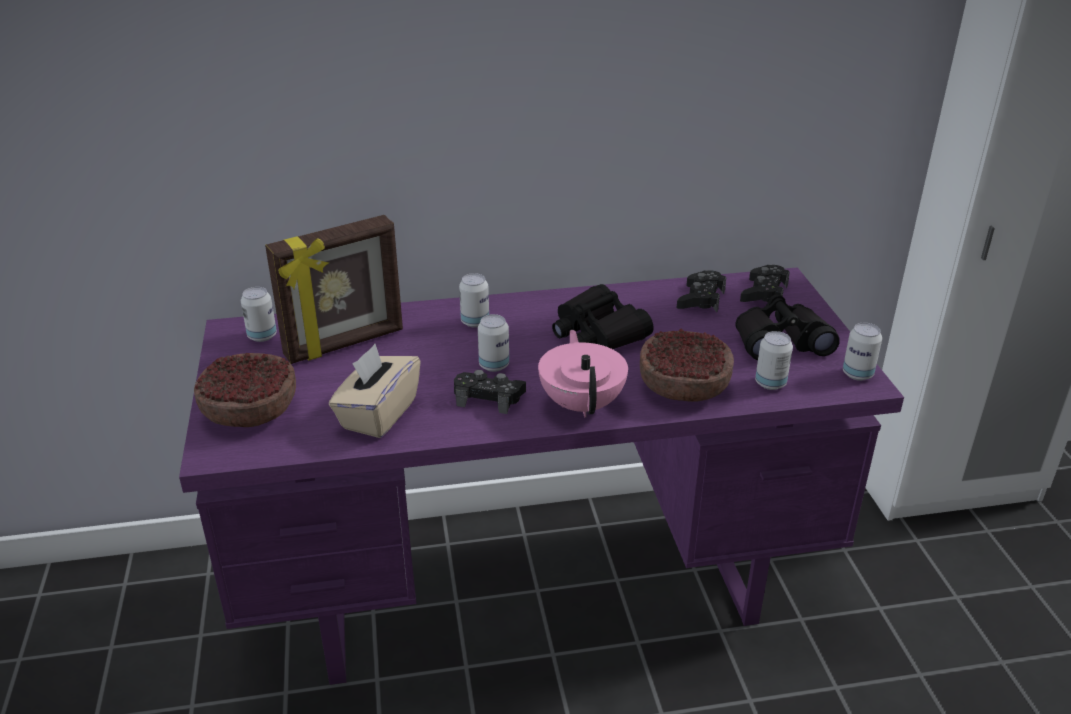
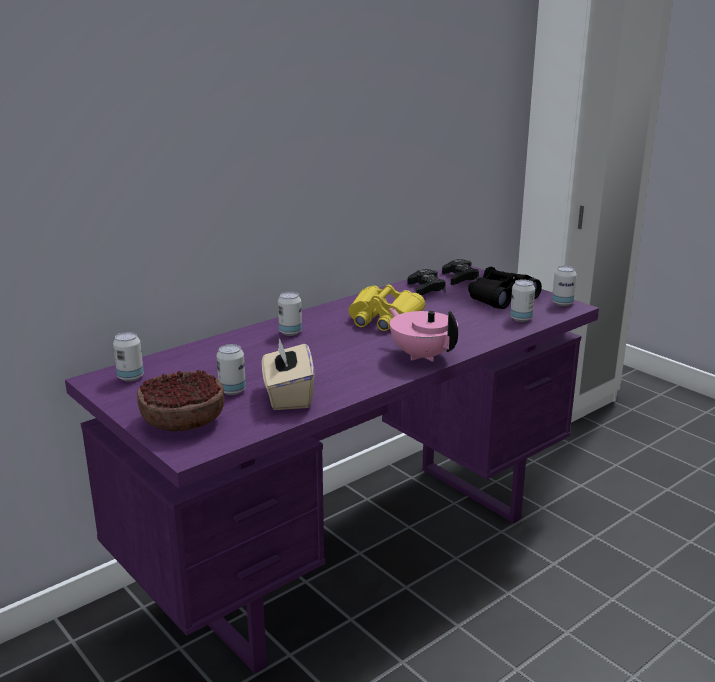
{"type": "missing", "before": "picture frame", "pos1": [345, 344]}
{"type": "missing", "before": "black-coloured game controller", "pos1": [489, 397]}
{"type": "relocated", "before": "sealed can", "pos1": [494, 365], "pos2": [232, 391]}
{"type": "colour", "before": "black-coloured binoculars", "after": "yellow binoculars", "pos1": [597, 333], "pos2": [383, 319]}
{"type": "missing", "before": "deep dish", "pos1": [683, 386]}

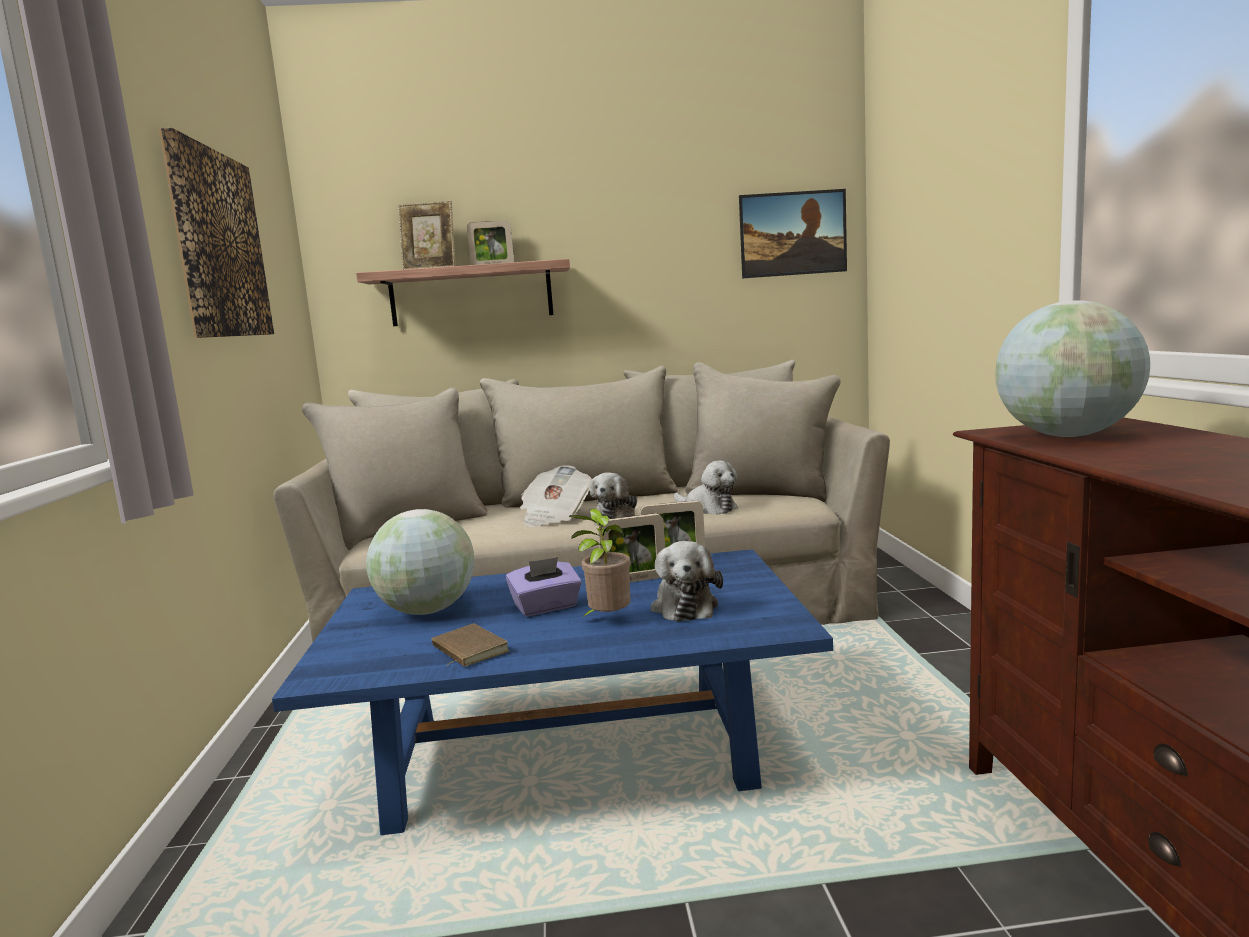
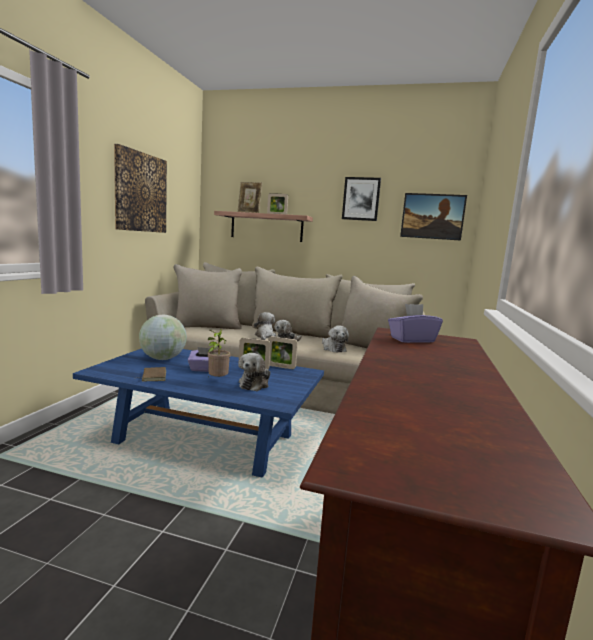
{"type": "exchanged", "before": "newspaper", "after": "plush toy", "pos1": [554, 517], "pos2": [264, 336]}
{"type": "exchanged", "before": "desk globe", "after": "purple-coloured tissue holder", "pos1": [1067, 436], "pos2": [412, 340]}
{"type": "appeared", "after": "picture", "pos2": [361, 199]}

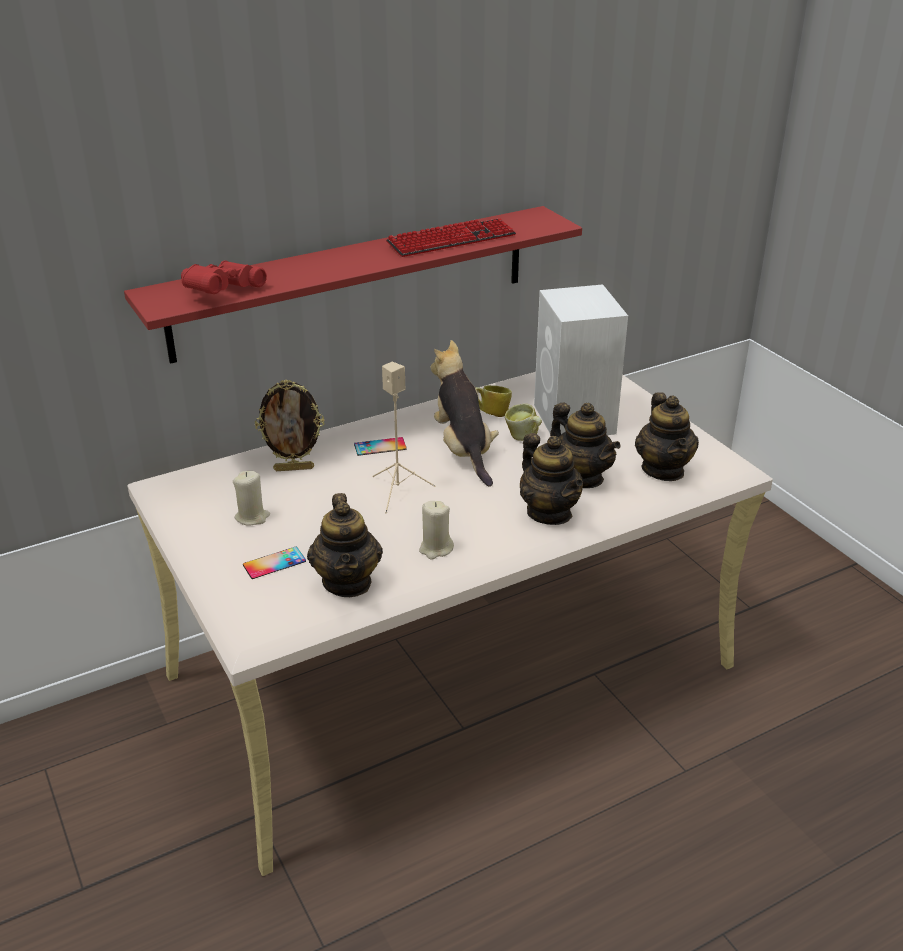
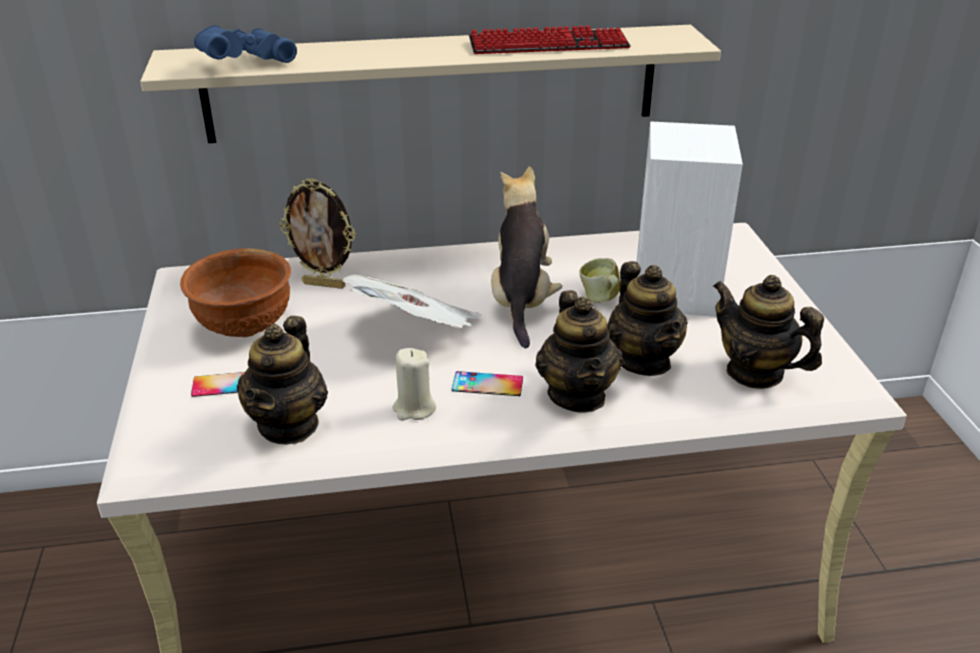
{"type": "colour", "before": "red wall shelf", "after": "beige-coloured wall shelf", "pos1": [353, 282], "pos2": [433, 83]}
{"type": "colour", "before": "red binoculars", "after": "bluish binoculars", "pos1": [221, 292], "pos2": [244, 64]}
{"type": "exchanged", "before": "beige-coloured wax candle", "after": "brownish deep dish", "pos1": [252, 517], "pos2": [243, 328]}
{"type": "relocated", "before": "phone", "pos1": [380, 447], "pos2": [487, 384]}
{"type": "exchanged", "before": "beige-coloured audio speaker", "after": "newspaper", "pos1": [398, 491], "pos2": [418, 332]}
{"type": "missing", "before": "coffee mug", "pos1": [491, 414]}
{"type": "spun", "before": "pot for tea", "pos1": [663, 470], "pos2": [755, 372], "turn": 120}

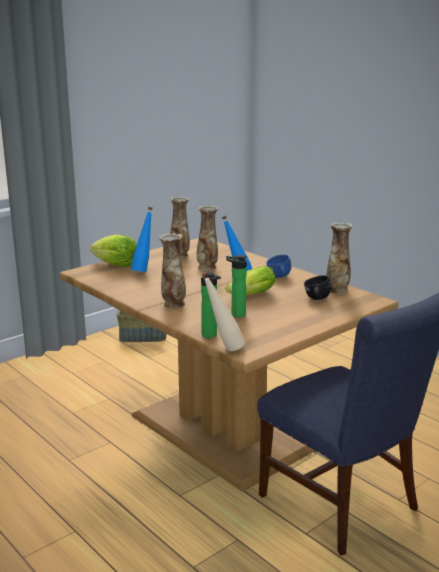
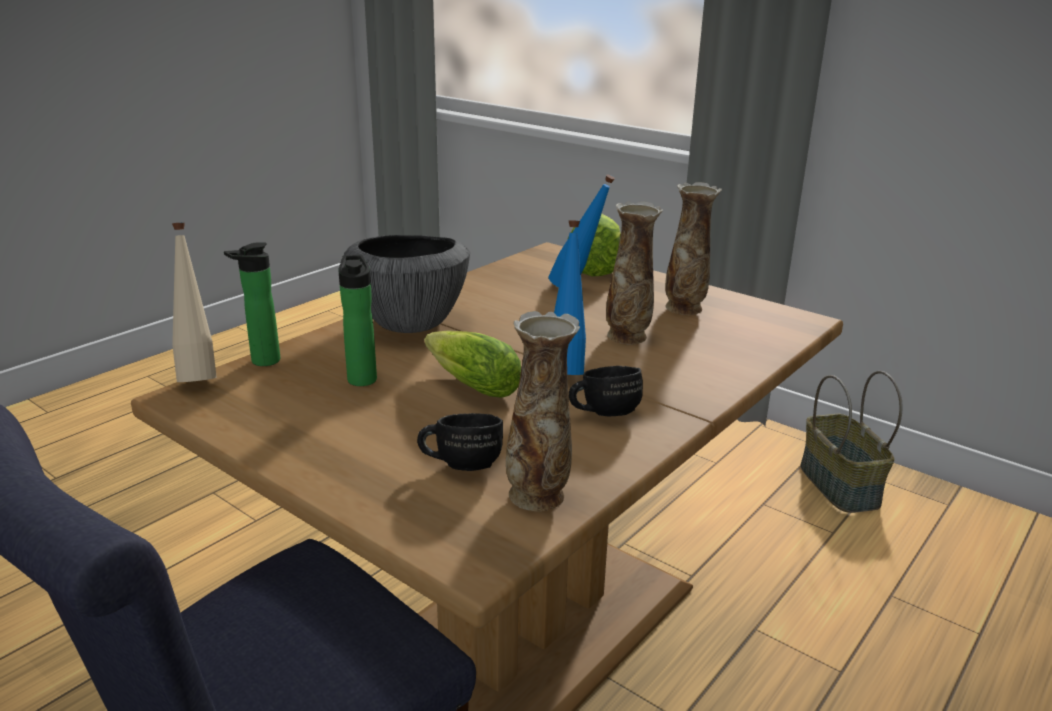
{"type": "exchanged", "before": "flower vase", "after": "deep dish", "pos1": [173, 304], "pos2": [410, 323]}
{"type": "colour", "before": "bluish coffee mug", "after": "black-coloured coffee mug", "pos1": [278, 277], "pos2": [602, 413]}

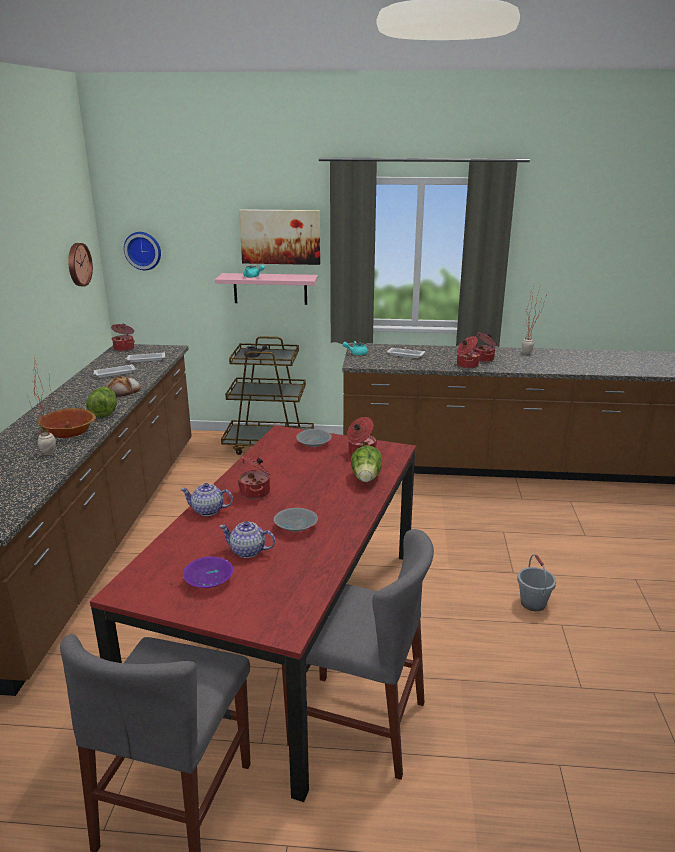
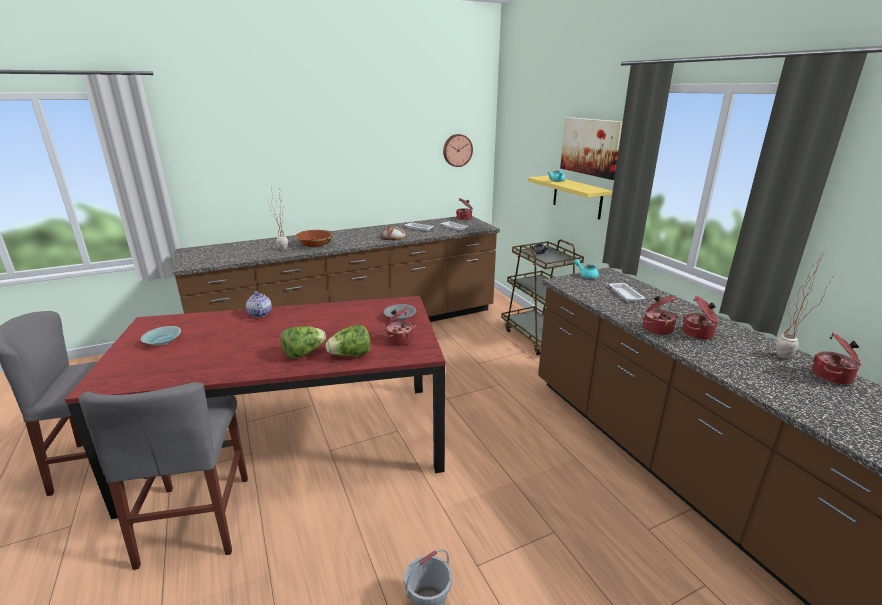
{"type": "relocated", "before": "lettuce", "pos1": [104, 412], "pos2": [303, 353]}
{"type": "missing", "before": "clock on the wall", "pos1": [143, 250]}
{"type": "colour", "before": "purple-coloured deep dish", "after": "blue-green deep dish", "pos1": [210, 580], "pos2": [163, 342]}
{"type": "colour", "before": "pink wall shelf", "after": "yellow wall shelf", "pos1": [270, 288], "pos2": [577, 197]}
{"type": "missing", "before": "pot for tea", "pos1": [248, 551]}
{"type": "relocated", "before": "stockpot", "pos1": [256, 492], "pos2": [832, 377]}
{"type": "missing", "before": "gray deep dish", "pos1": [294, 526]}

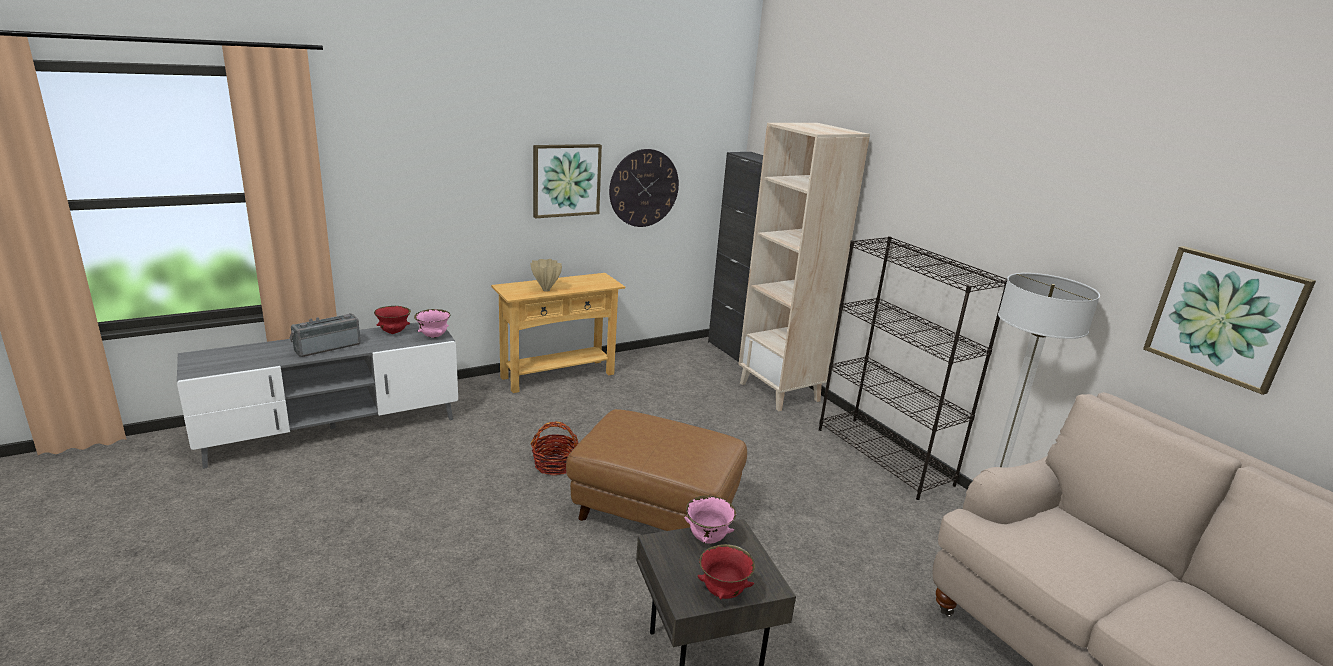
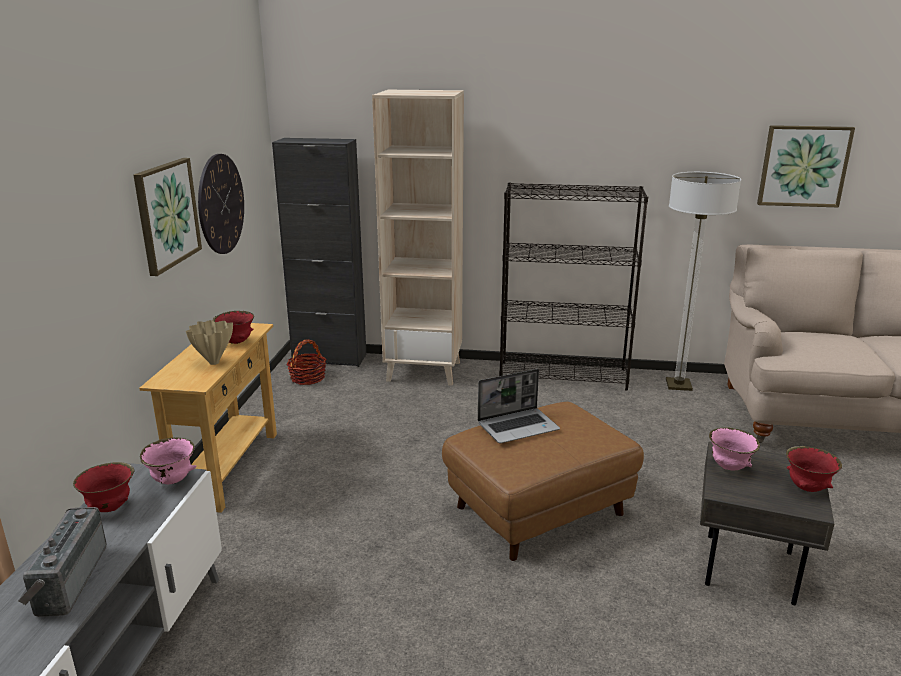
{"type": "relocated", "before": "household basket", "pos1": [555, 465], "pos2": [308, 378]}
{"type": "appeared", "after": "red deep dish", "pos2": [236, 342]}
{"type": "appeared", "after": "portable computer", "pos2": [518, 426]}

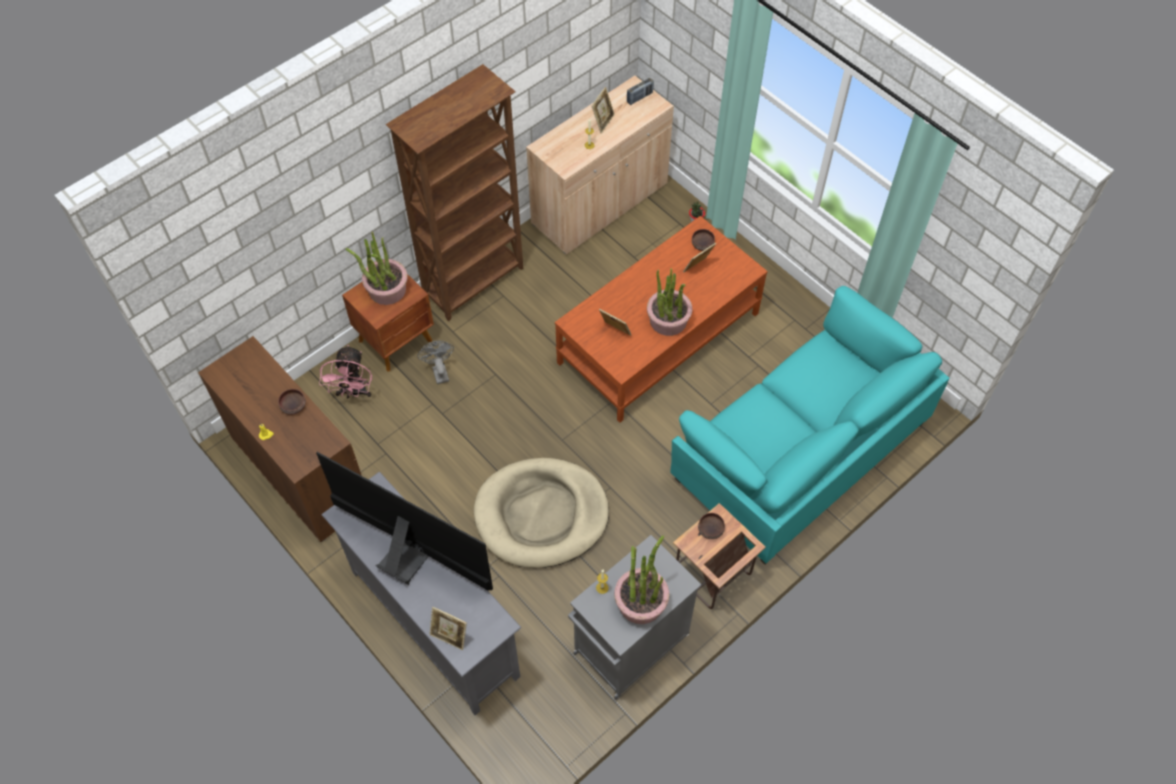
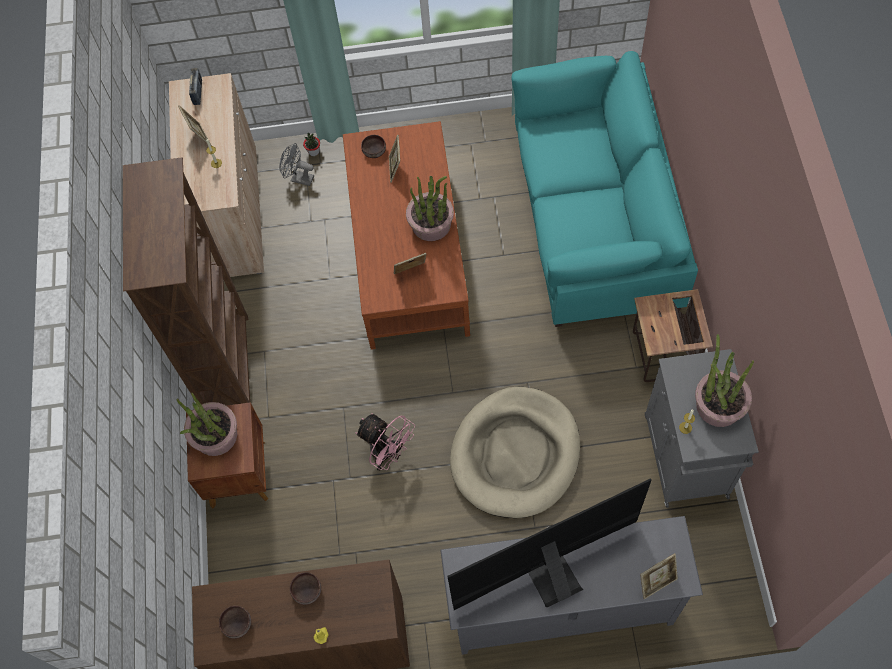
{"type": "relocated", "before": "pink fan", "pos1": [353, 392], "pos2": [387, 453]}
{"type": "relocated", "before": "gray fan", "pos1": [439, 371], "pos2": [298, 178]}
{"type": "relocated", "before": "brownish deep dish", "pos1": [710, 529], "pos2": [236, 624]}

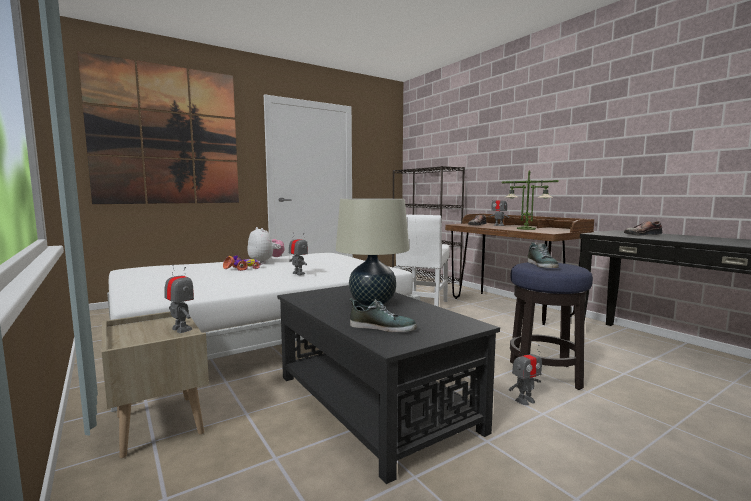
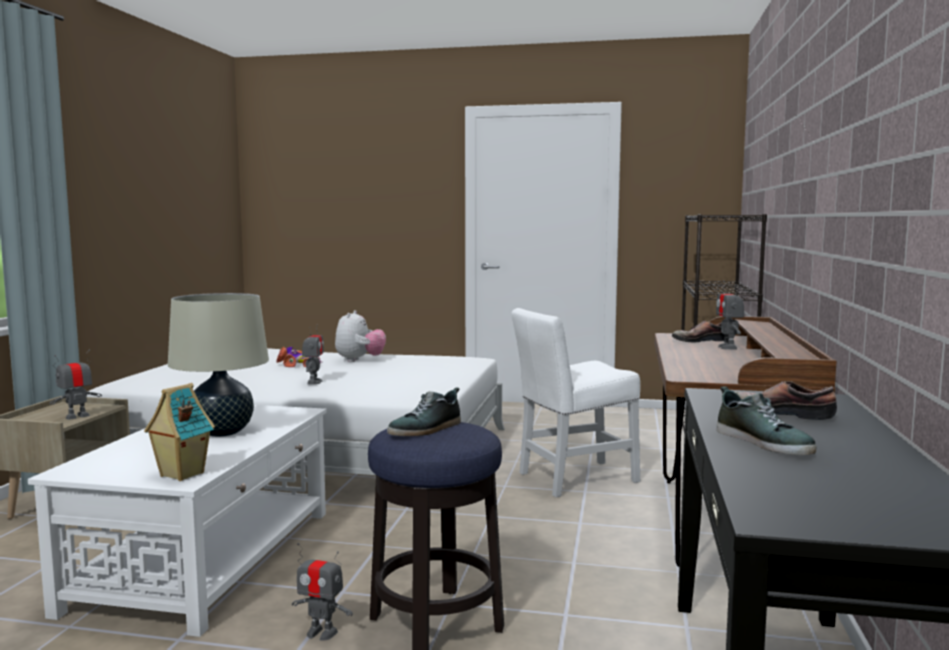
{"type": "missing", "before": "picture", "pos1": [167, 135]}
{"type": "spun", "before": "robot figure", "pos1": [181, 329], "pos2": [77, 416], "turn": -135}
{"type": "colour", "before": "black-coloured coffee table", "after": "whitish coffee table", "pos1": [373, 401], "pos2": [208, 558]}
{"type": "relocated", "before": "shoe", "pos1": [382, 327], "pos2": [764, 442]}
{"type": "missing", "before": "lamp for a table", "pos1": [526, 229]}
{"type": "appeared", "after": "model house", "pos2": [180, 475]}

